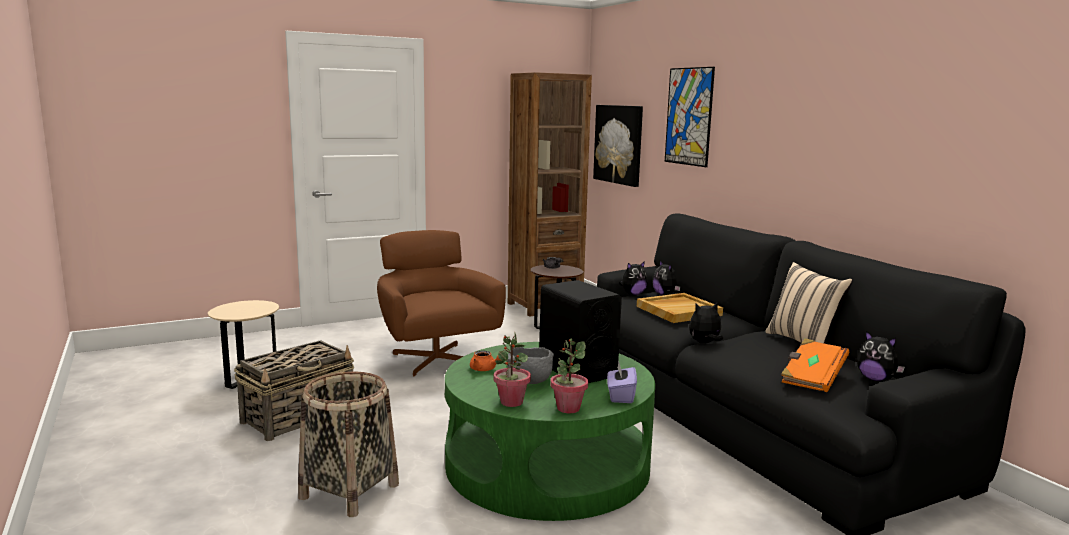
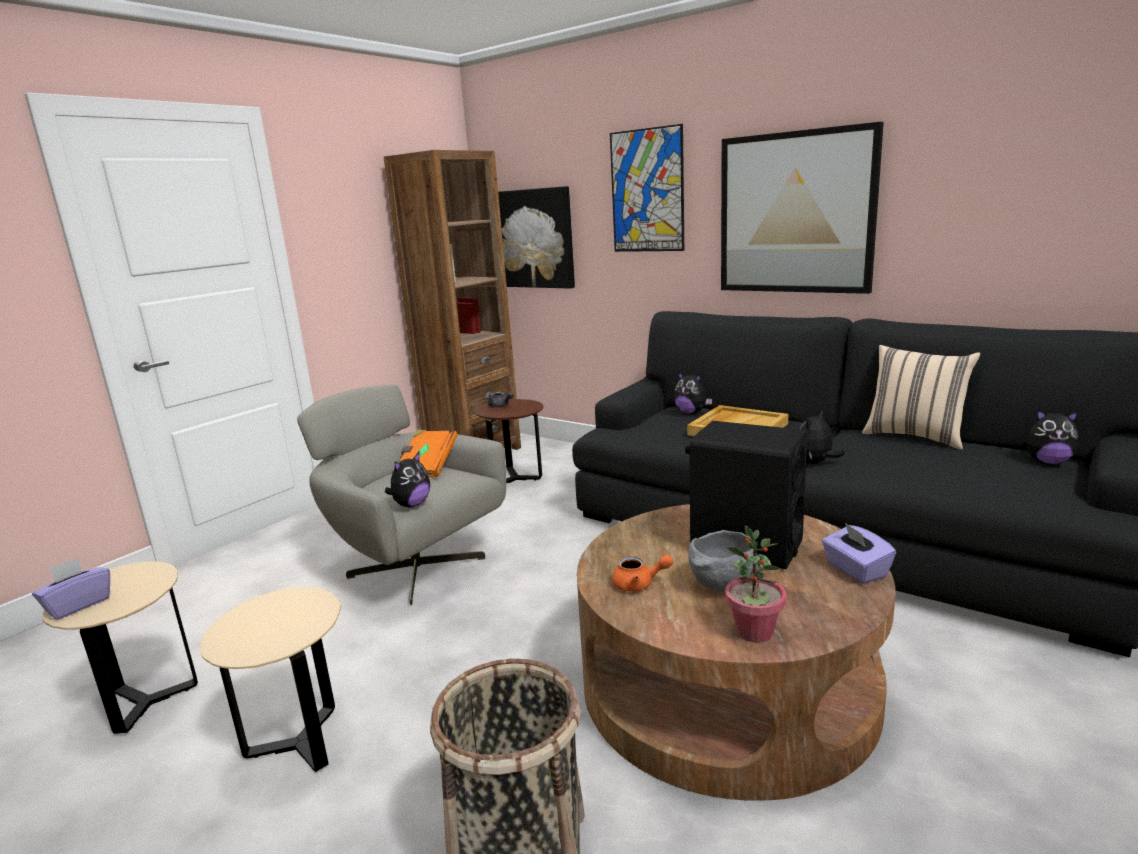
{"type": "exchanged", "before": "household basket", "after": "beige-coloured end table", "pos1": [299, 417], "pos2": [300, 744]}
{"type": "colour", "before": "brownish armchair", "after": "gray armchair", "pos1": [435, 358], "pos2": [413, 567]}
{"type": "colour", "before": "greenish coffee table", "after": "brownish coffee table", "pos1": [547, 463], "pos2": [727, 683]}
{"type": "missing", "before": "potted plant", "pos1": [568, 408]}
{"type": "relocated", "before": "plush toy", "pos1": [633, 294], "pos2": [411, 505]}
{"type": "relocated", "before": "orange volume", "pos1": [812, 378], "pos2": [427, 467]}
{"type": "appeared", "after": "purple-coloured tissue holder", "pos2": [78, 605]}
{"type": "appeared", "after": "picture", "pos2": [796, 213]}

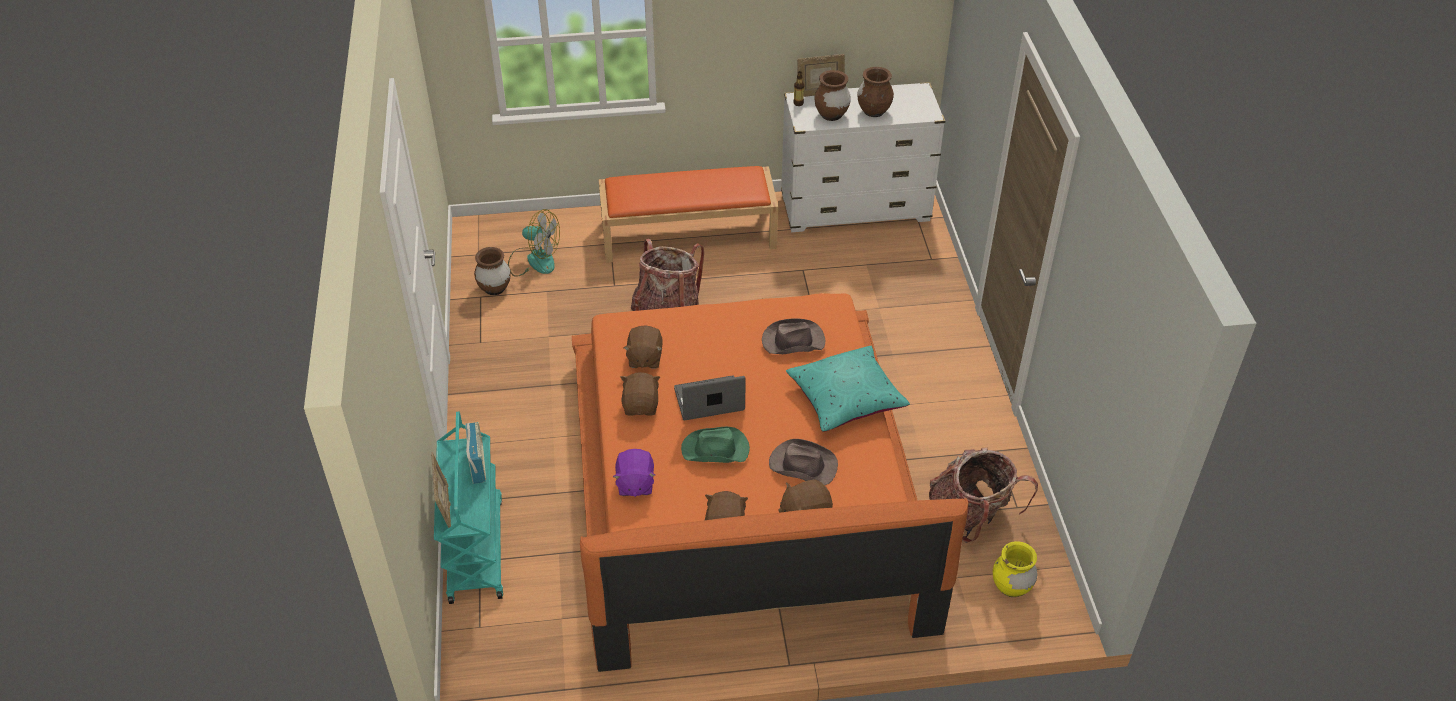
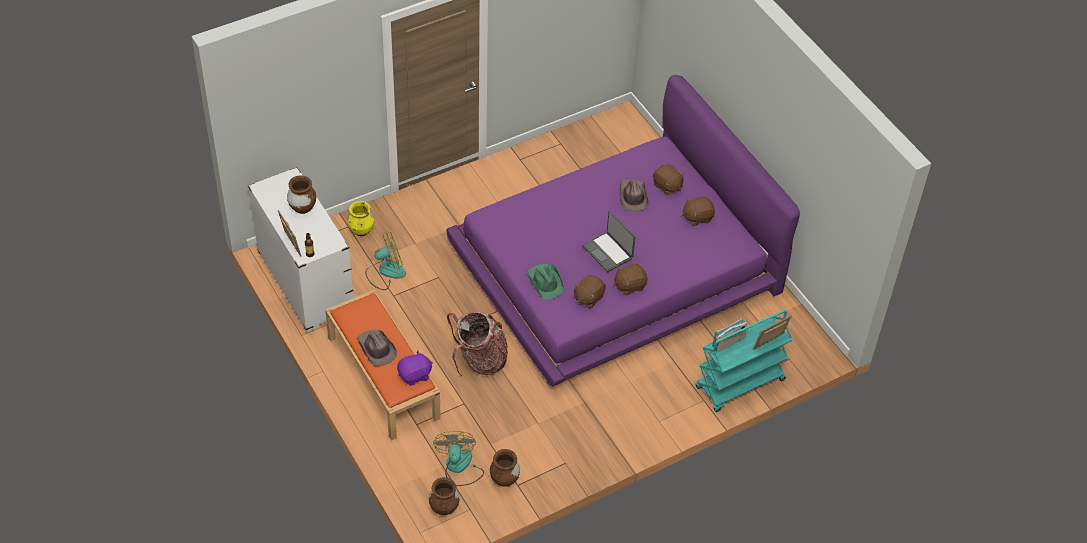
{"type": "colour", "before": "orange bedroom bed", "after": "purple-coloured bedroom bed", "pos1": [744, 487], "pos2": [615, 268]}
{"type": "relocated", "before": "purple-coloured plush toy", "pos1": [635, 484], "pos2": [415, 375]}
{"type": "spun", "before": "brownish plush toy", "pos1": [644, 358], "pos2": [588, 297], "turn": 150}
{"type": "relocated", "before": "greenish clothing hat", "pos1": [716, 450], "pos2": [545, 281]}
{"type": "relocated", "before": "brownish clothing hat", "pos1": [792, 341], "pos2": [376, 349]}
{"type": "missing", "before": "blue-green cushion", "pos1": [846, 398]}
{"type": "relocated", "before": "brownish flower vase", "pos1": [831, 115], "pos2": [444, 508]}
{"type": "missing", "before": "rucksack", "pos1": [971, 516]}
{"type": "relocated", "before": "yellow flower vase", "pos1": [1011, 587], "pos2": [361, 230]}
{"type": "appeared", "after": "fan", "pos2": [385, 272]}

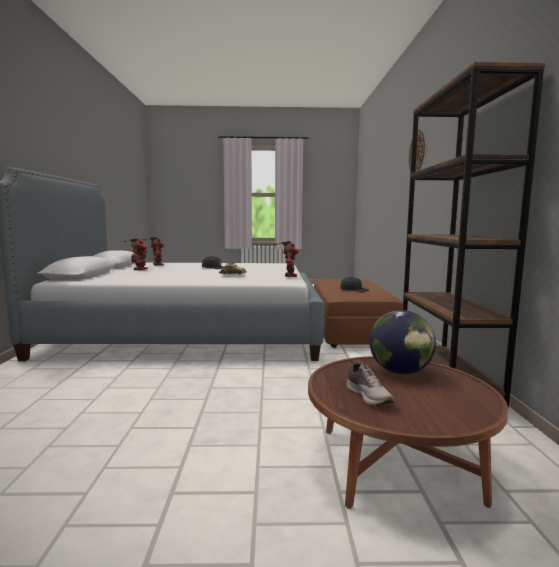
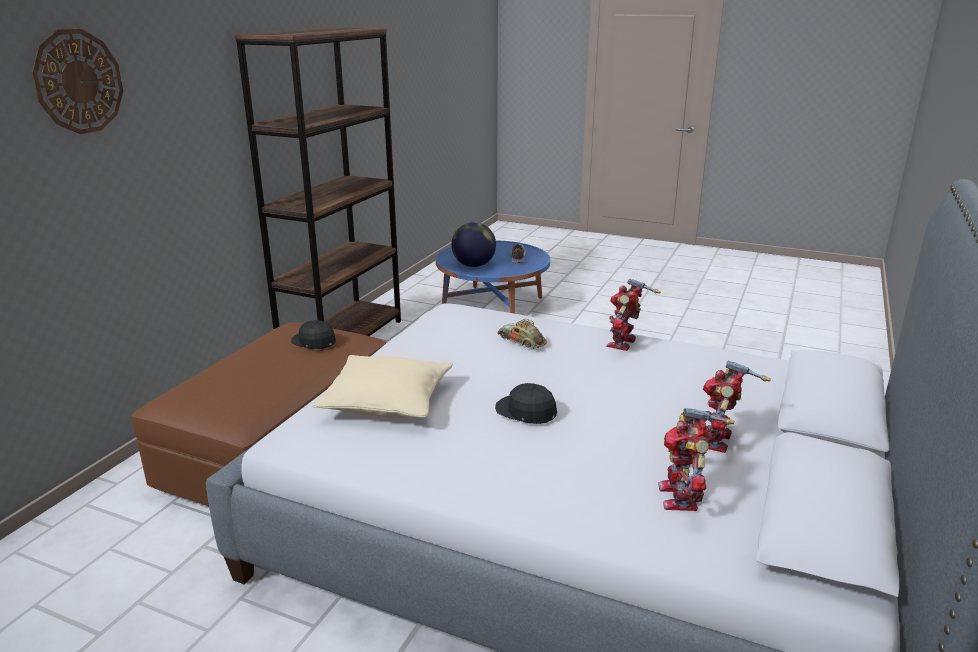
{"type": "relocated", "before": "robot figure", "pos1": [289, 275], "pos2": [624, 343]}
{"type": "colour", "before": "brownish coffee table", "after": "bluish coffee table", "pos1": [396, 464], "pos2": [492, 305]}
{"type": "appeared", "after": "beige-coloured cushion", "pos2": [387, 402]}

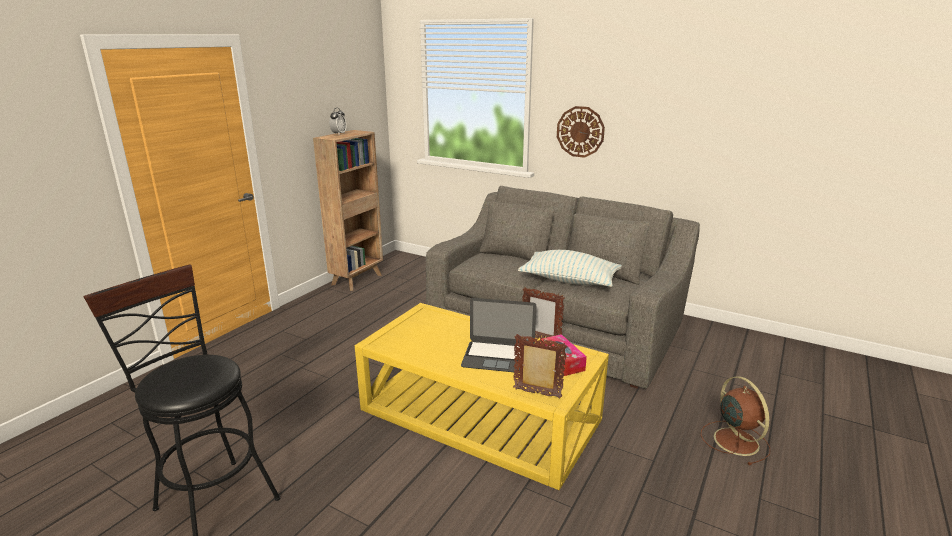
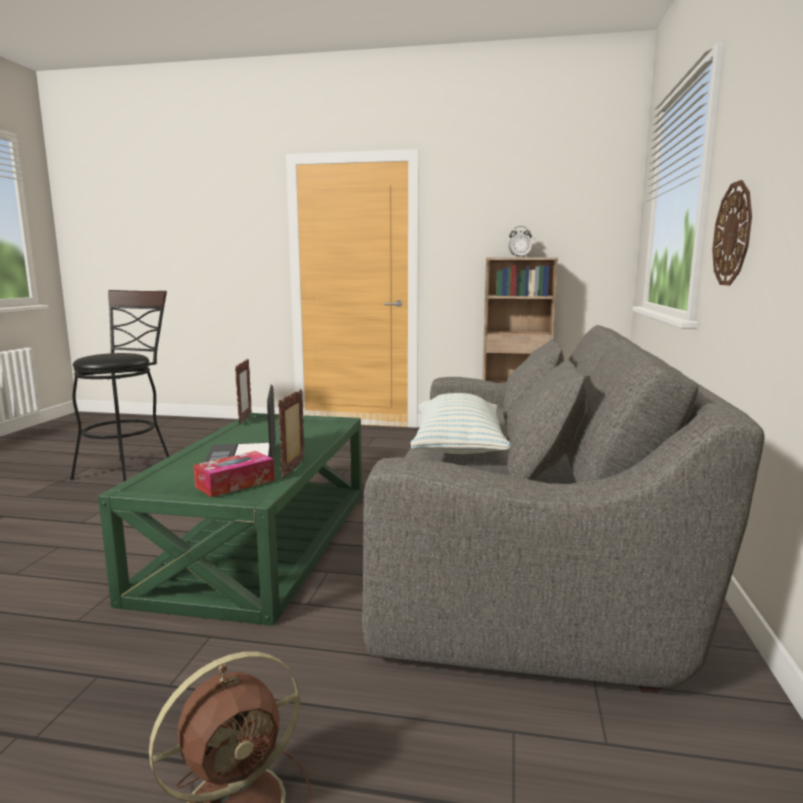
{"type": "colour", "before": "yellow coffee table", "after": "greenish coffee table", "pos1": [480, 414], "pos2": [263, 540]}
{"type": "relocated", "before": "picture frame", "pos1": [537, 394], "pos2": [245, 419]}

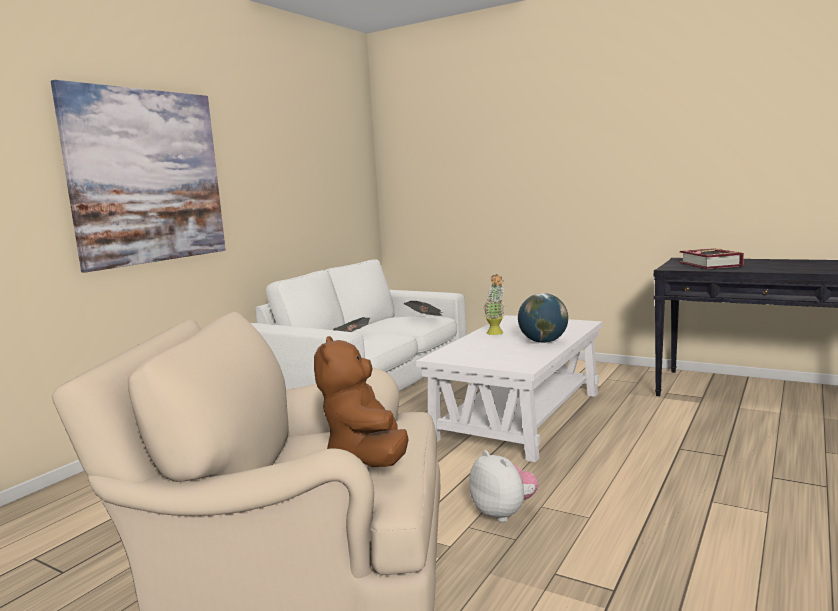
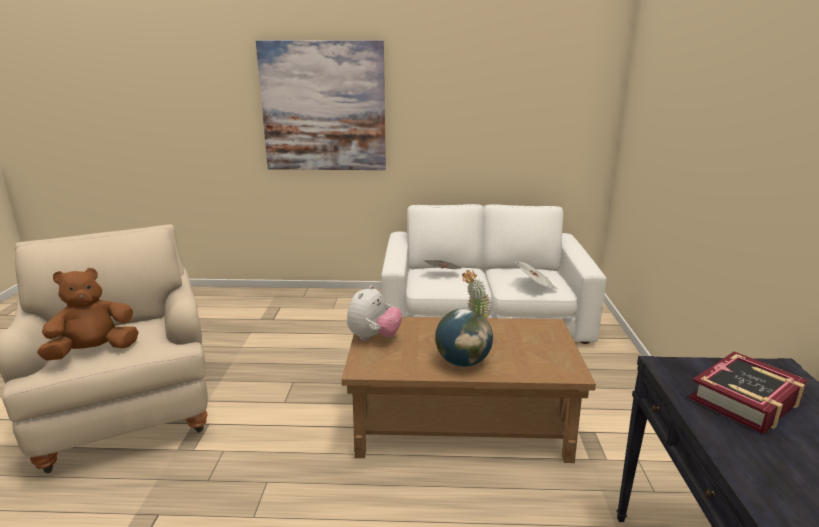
{"type": "colour", "before": "whitish coffee table", "after": "brownish coffee table", "pos1": [519, 415], "pos2": [461, 420]}
{"type": "relocated", "before": "plush toy", "pos1": [504, 513], "pos2": [374, 337]}

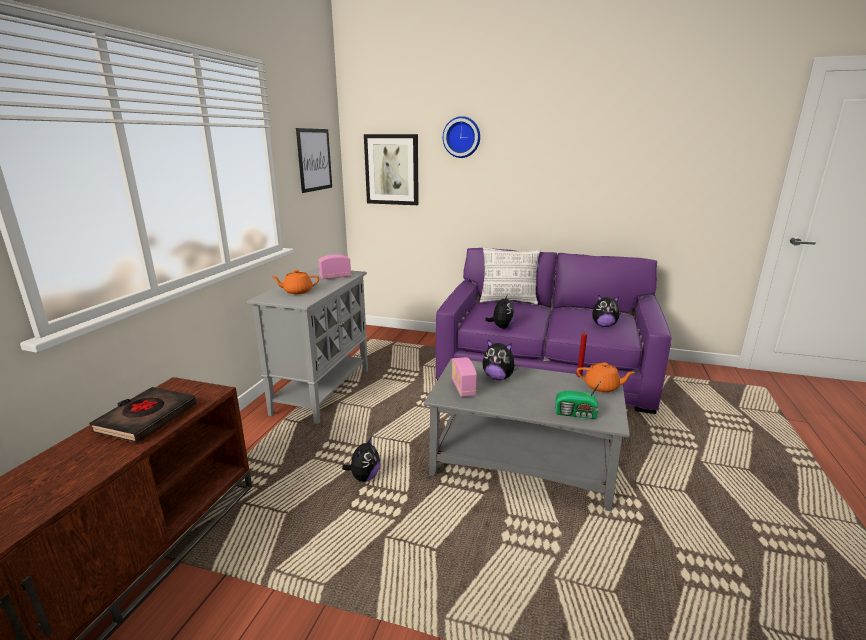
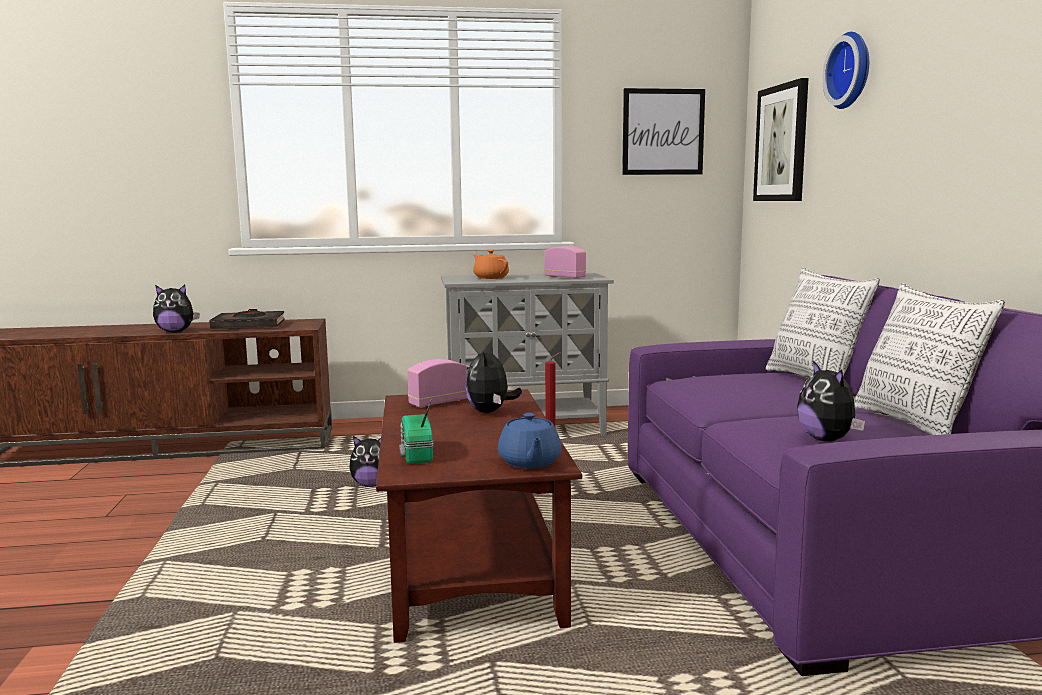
{"type": "colour", "before": "gray coffee table", "after": "brownish coffee table", "pos1": [523, 464], "pos2": [471, 563]}
{"type": "relocated", "before": "plush toy", "pos1": [501, 327], "pos2": [176, 332]}
{"type": "colour", "before": "orange pot for tea", "after": "bluish pot for tea", "pos1": [602, 387], "pos2": [529, 462]}
{"type": "appeared", "after": "cushion", "pos2": [914, 425]}

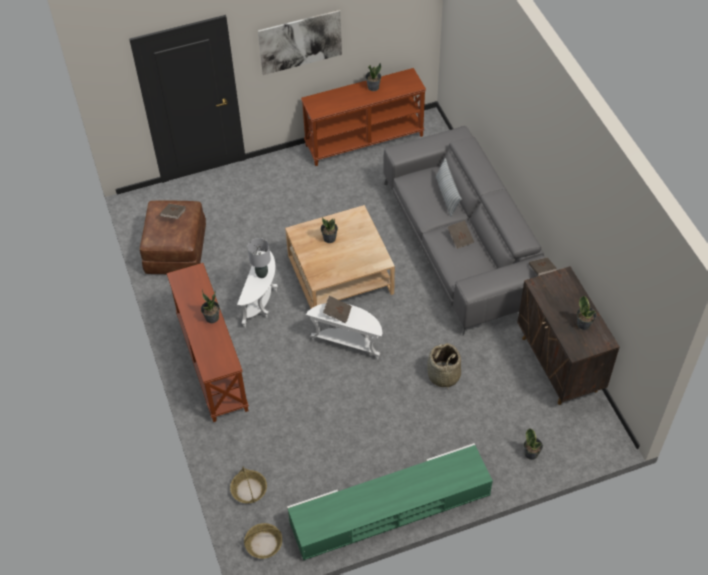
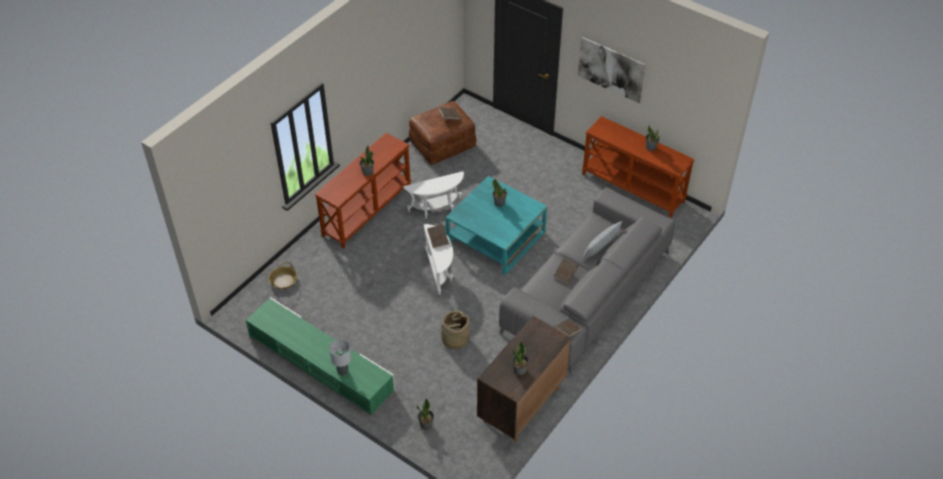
{"type": "missing", "before": "household basket", "pos1": [264, 543]}
{"type": "relocated", "before": "gray lamp for a table", "pos1": [262, 274], "pos2": [342, 372]}
{"type": "colour", "before": "beige-coloured coffee table", "after": "blue-green coffee table", "pos1": [340, 274], "pos2": [496, 237]}

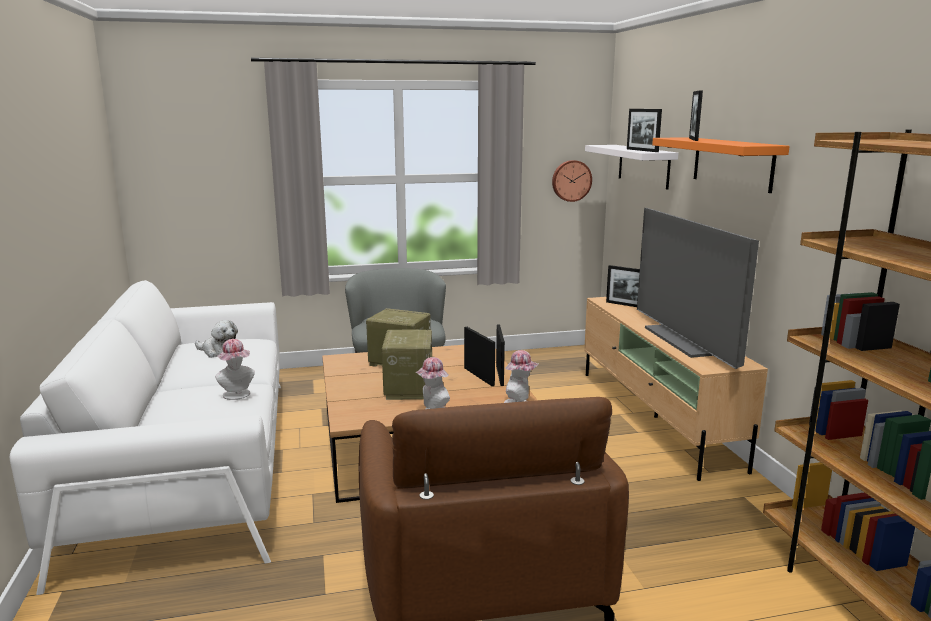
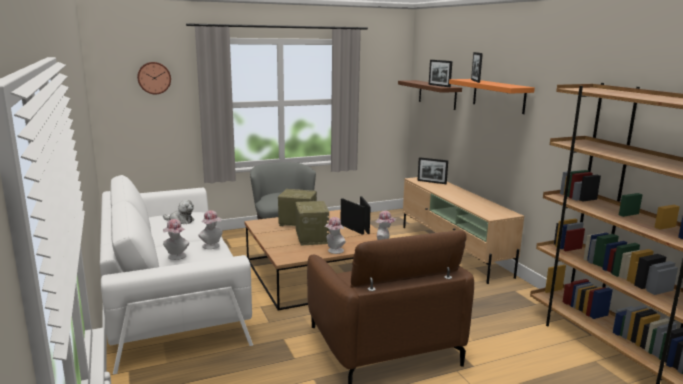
{"type": "relocated", "before": "clock on the wall", "pos1": [571, 180], "pos2": [154, 78]}
{"type": "colour", "before": "whitish wall shelf", "after": "brownish wall shelf", "pos1": [643, 166], "pos2": [437, 94]}
{"type": "missing", "before": "television", "pos1": [687, 340]}
{"type": "appeared", "after": "clothing hat", "pos2": [176, 257]}

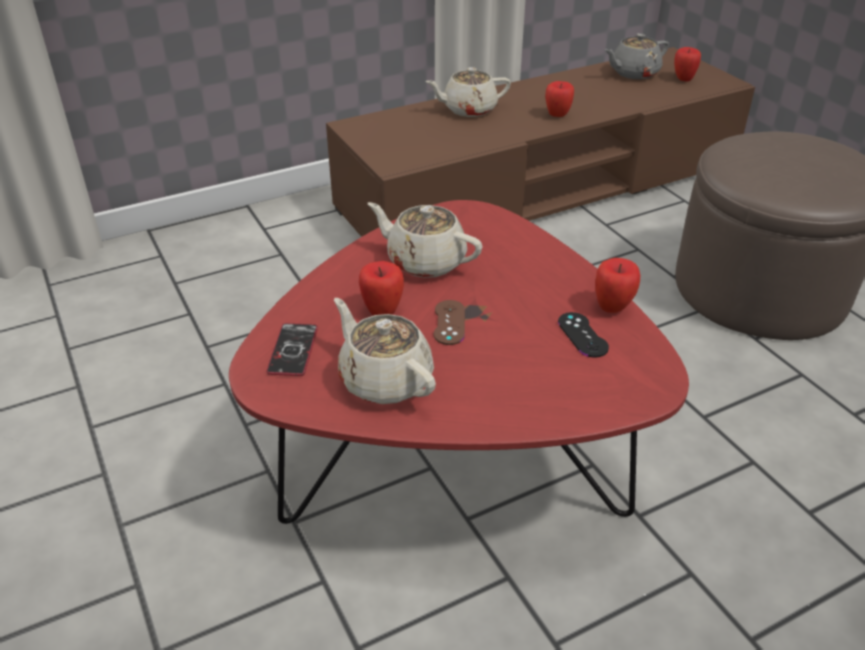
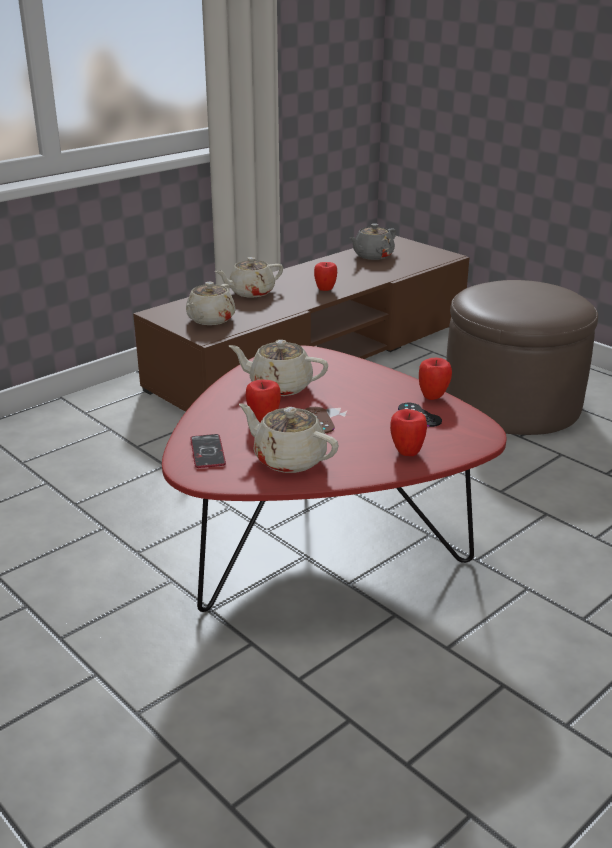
{"type": "relocated", "before": "whole apple", "pos1": [683, 79], "pos2": [406, 452]}
{"type": "appeared", "after": "beige-coloured pot for tea", "pos2": [210, 320]}

